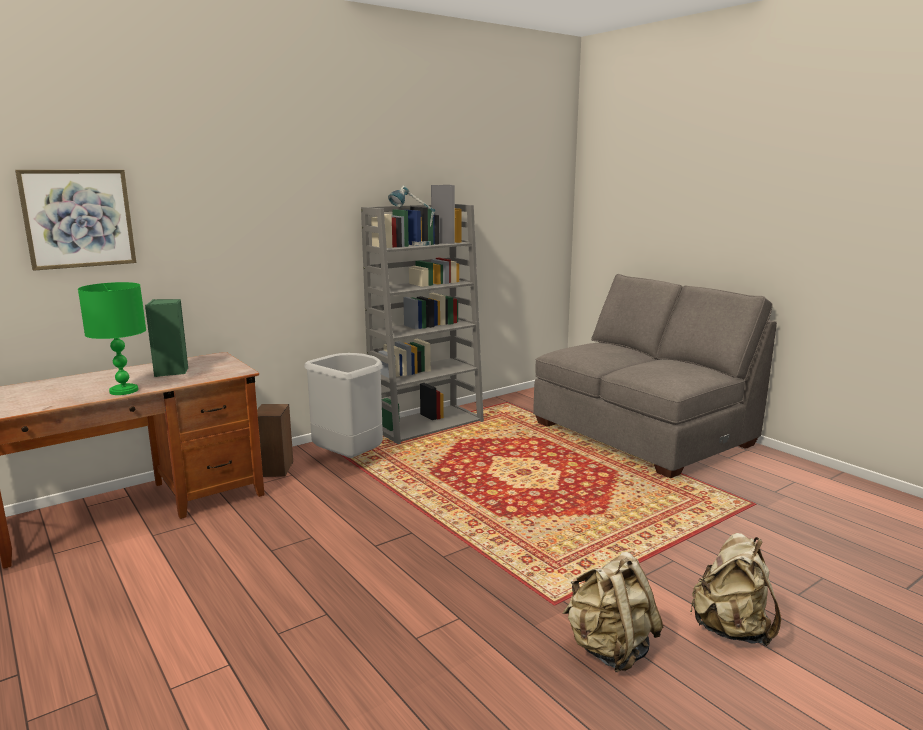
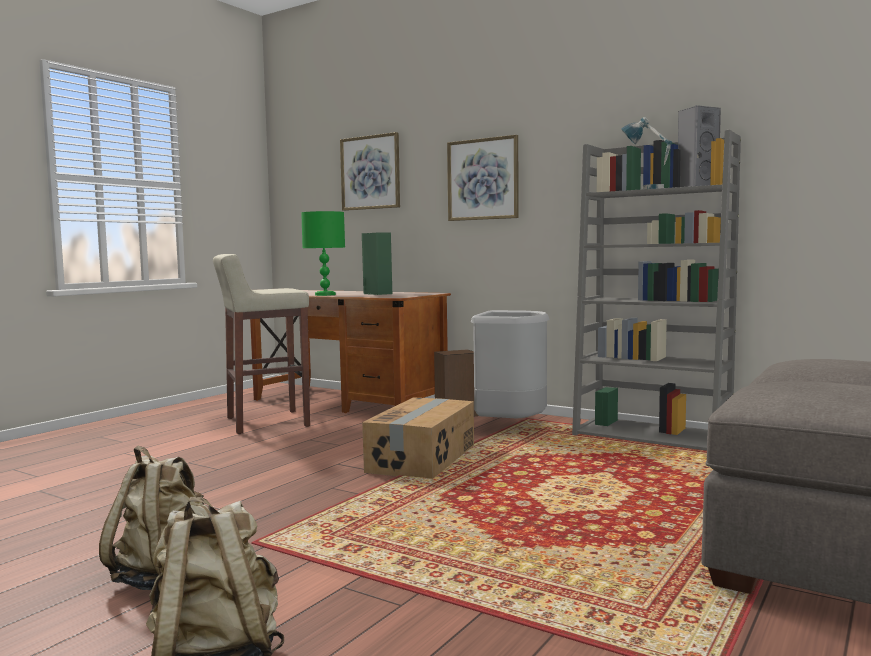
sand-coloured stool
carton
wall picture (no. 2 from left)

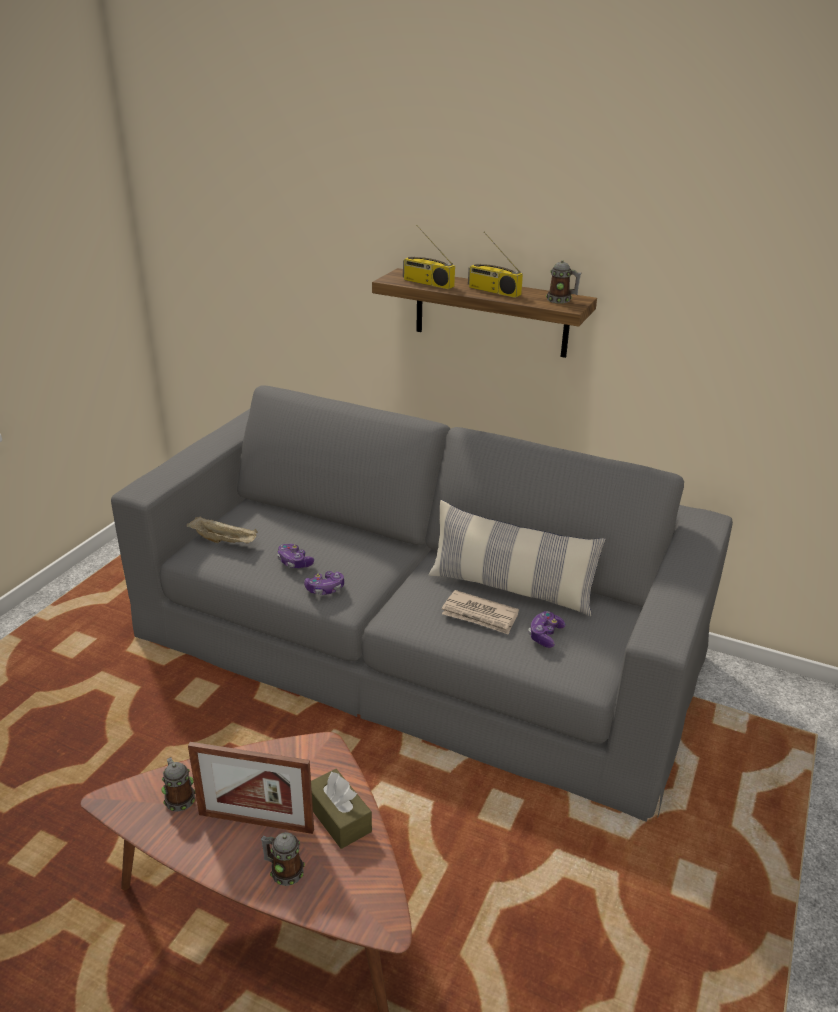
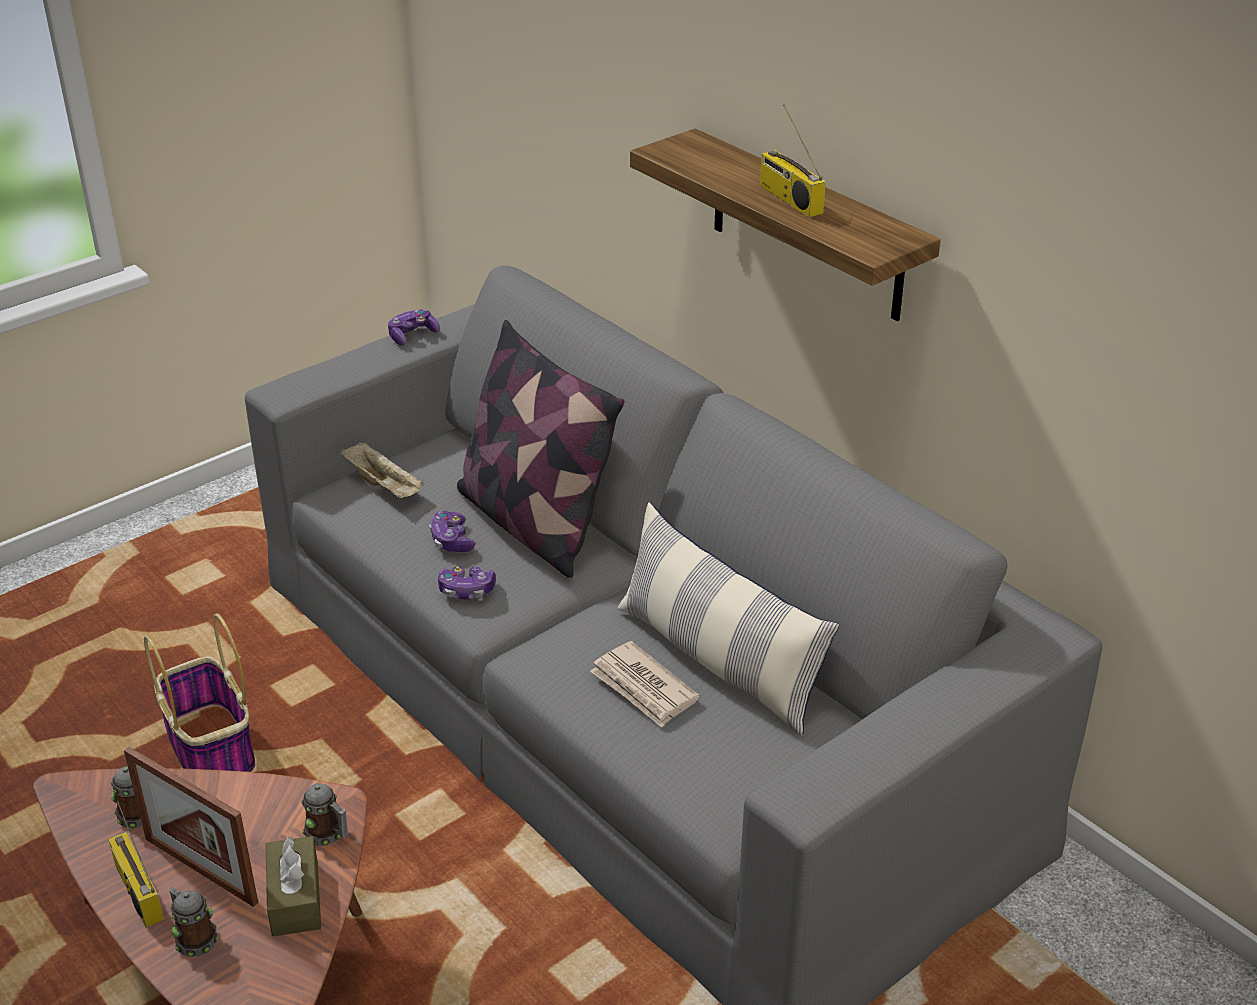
storage basket
throw pillow (no. 1 from left)
radio (no. 1 from left)
gamepad (no. 1 from left)
mug (no. 3 from left)

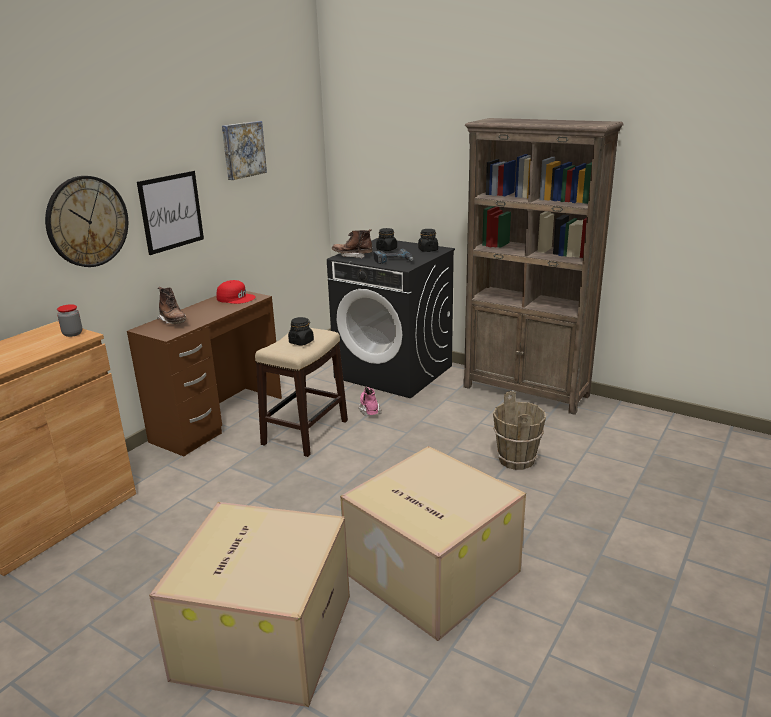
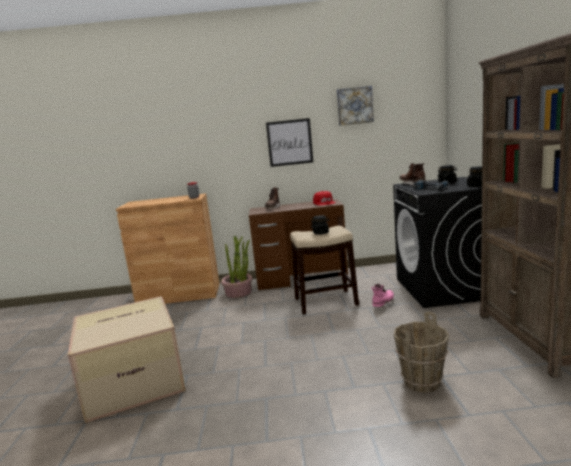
hanging clock
carton (no. 2 from left in the first image)
potted plant

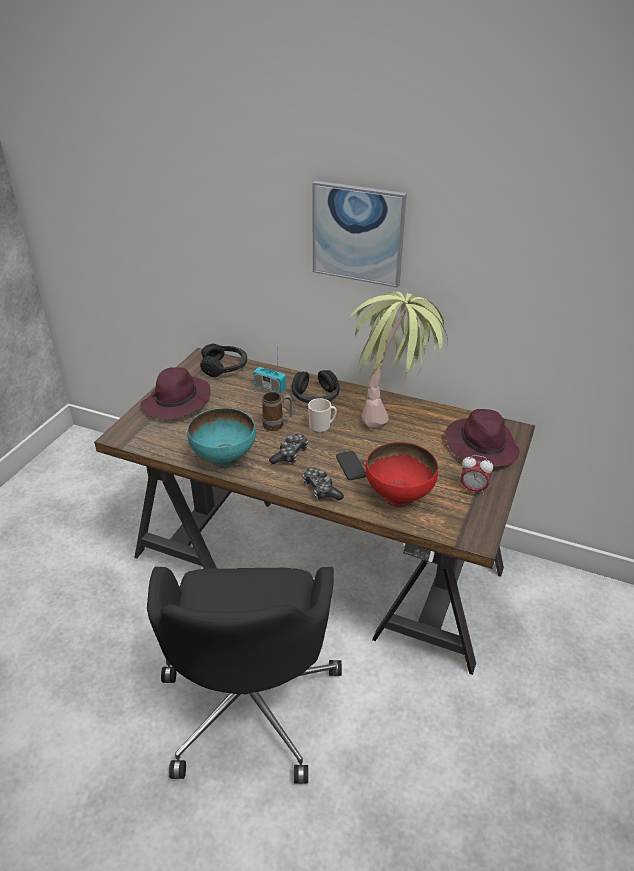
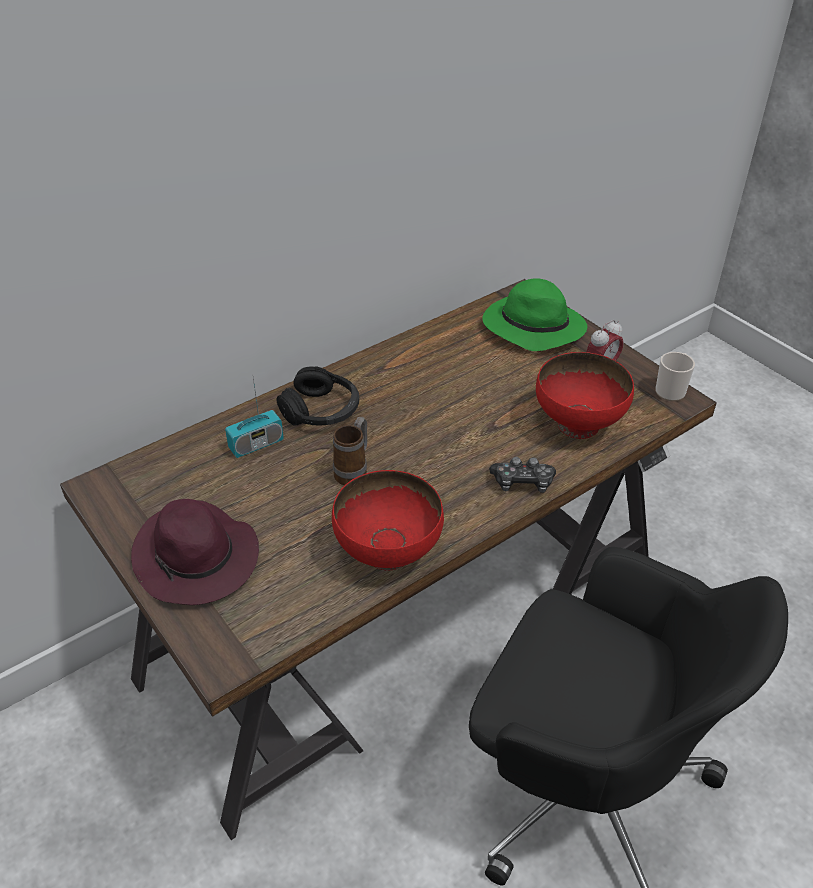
black-coloured headset (no. 1 from left in the first image)
gamepad (no. 1 from left in the first image)
wall picture
handset
potted plant
mug (no. 2 from left)
reddish deep dish (no. 1 from left)
green-coloured clothing hat

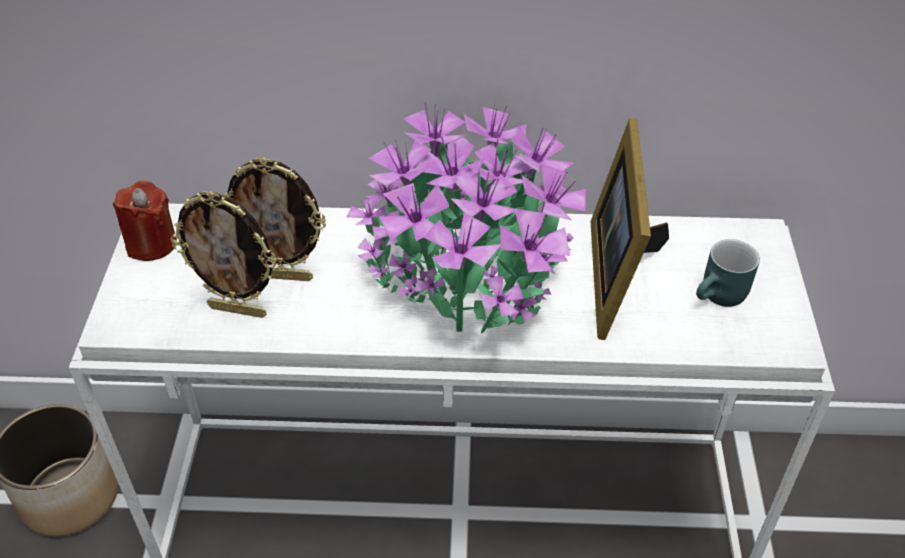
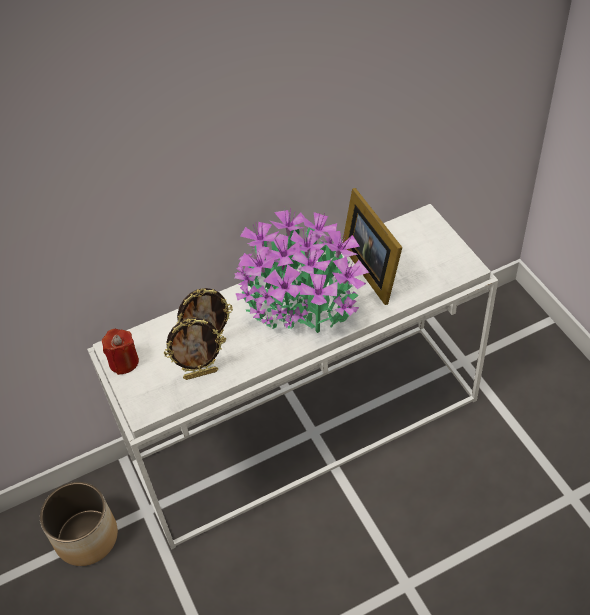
turquoise-coloured mug

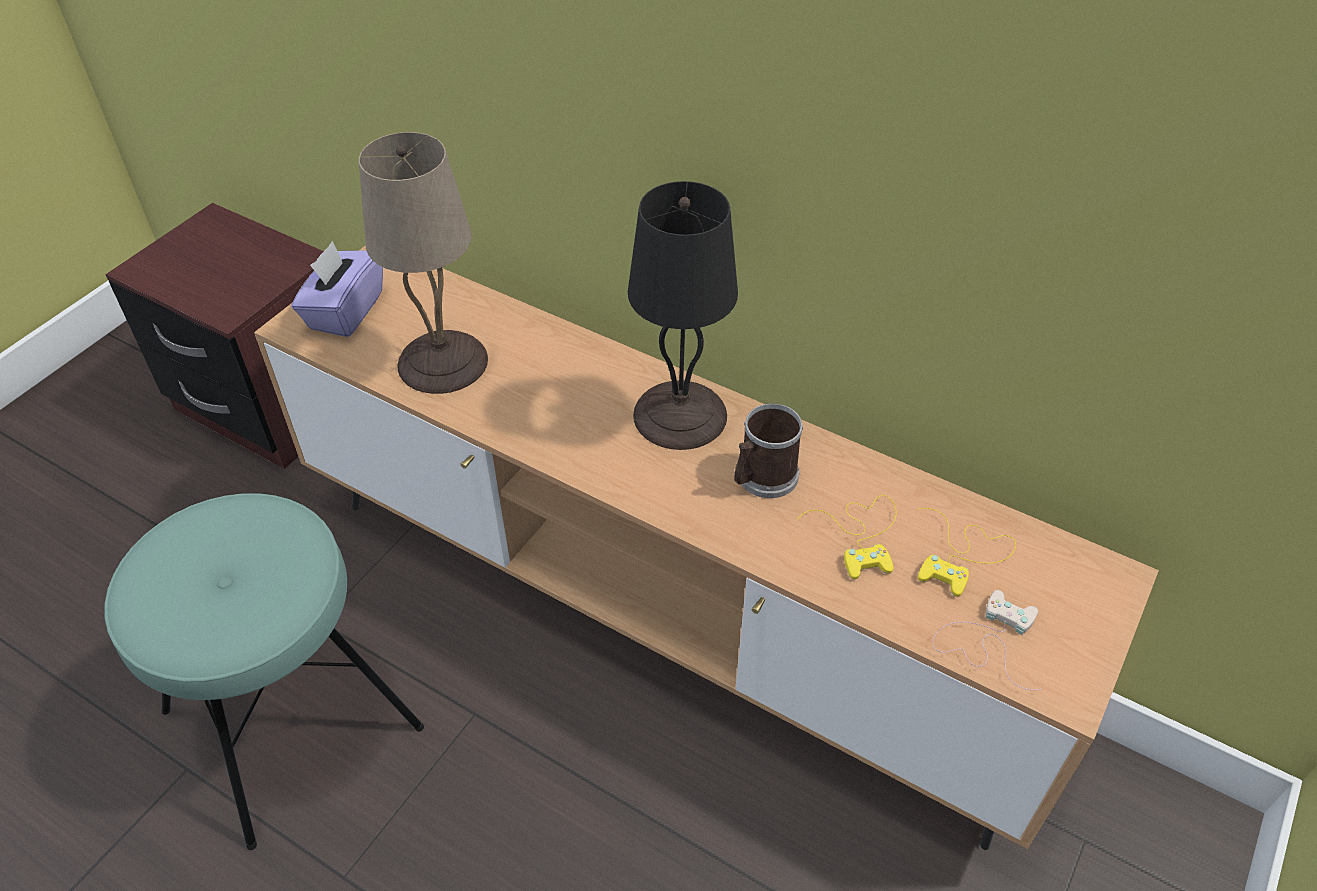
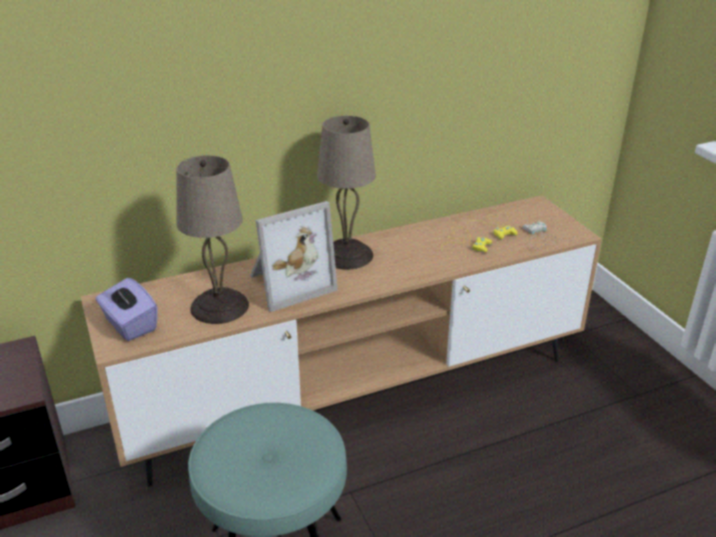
mug
picture frame
sand-coloured table lamp (no. 2 from left)

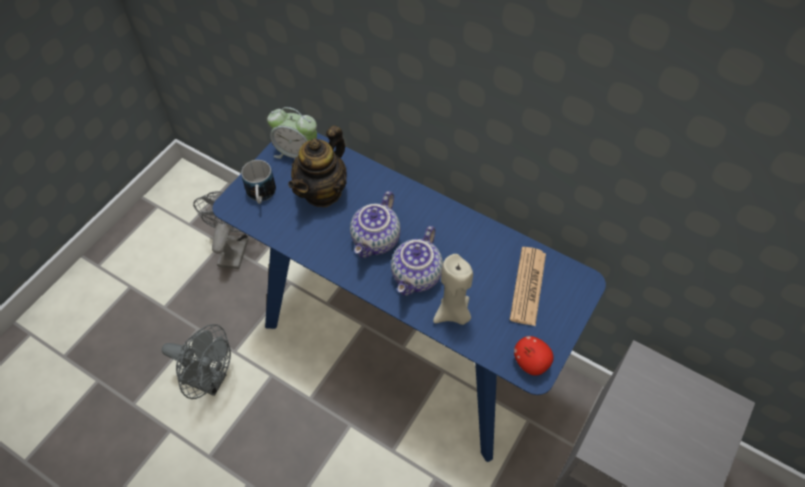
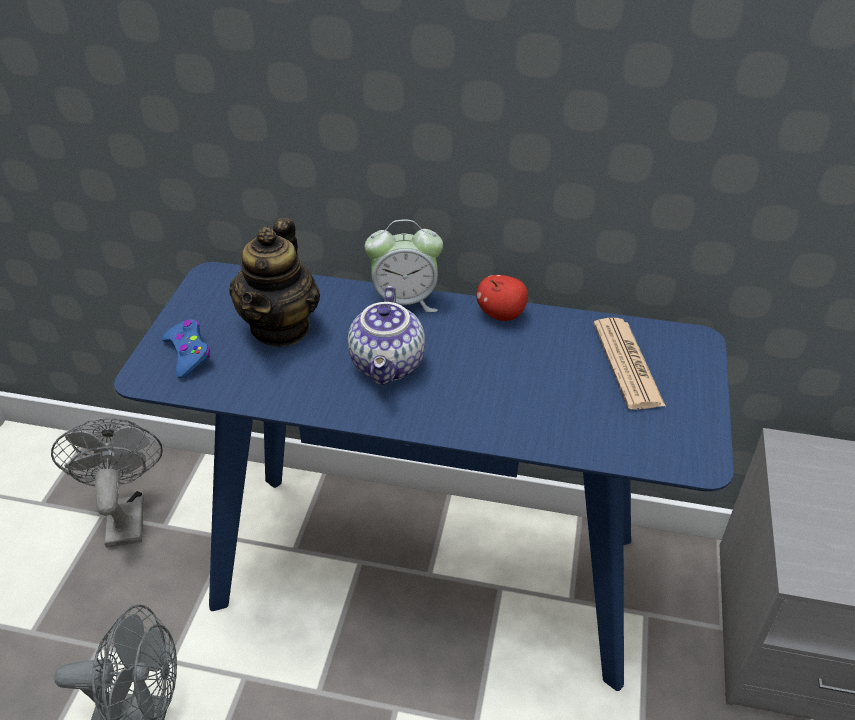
teapot (no. 3 from left in the first image)
sand-coloured wax candle
bedside clock
apple fruit
blue-coloured gamepad

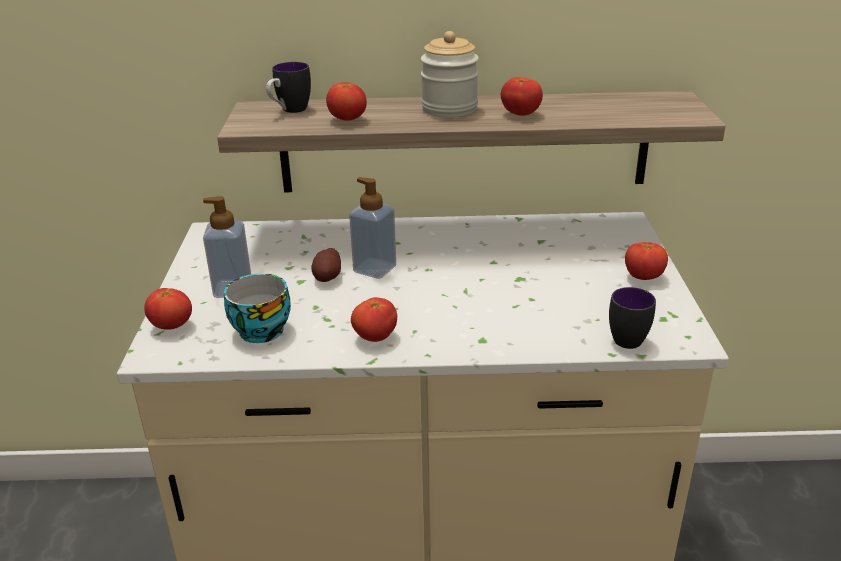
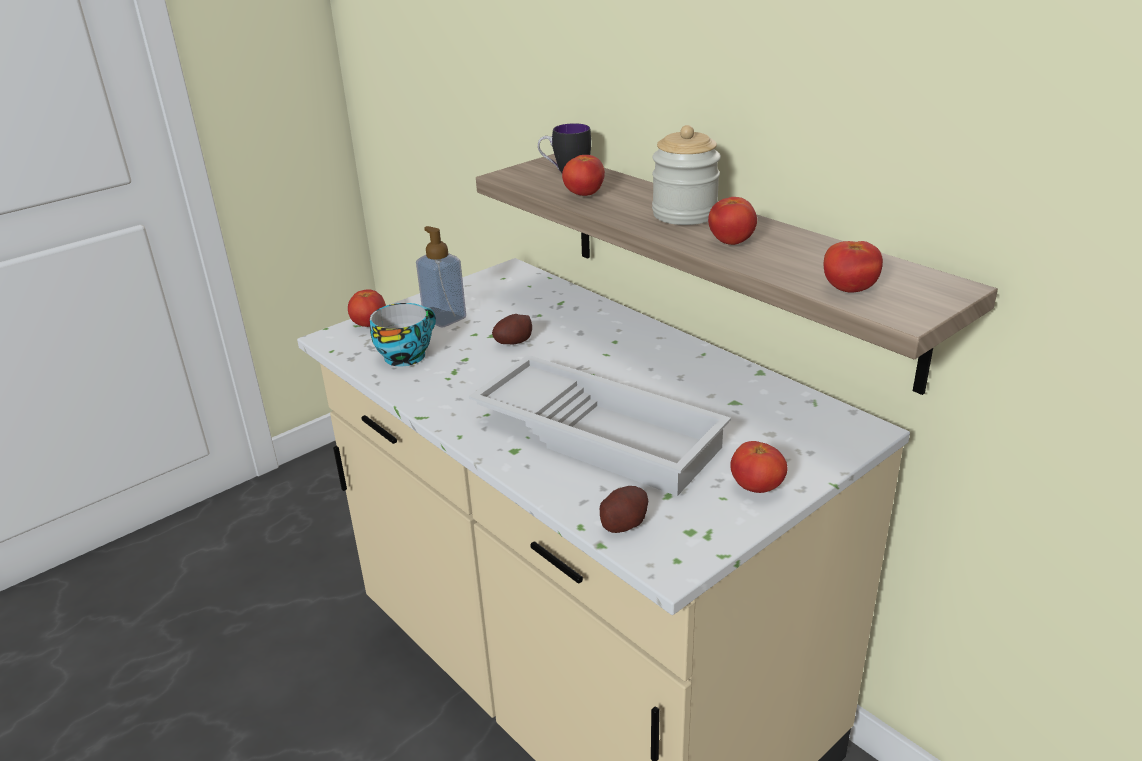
liquid soap bottle (no. 2 from left in the first image)
white carrying tray
tomato (no. 5 from left)
spud (no. 2 from left)

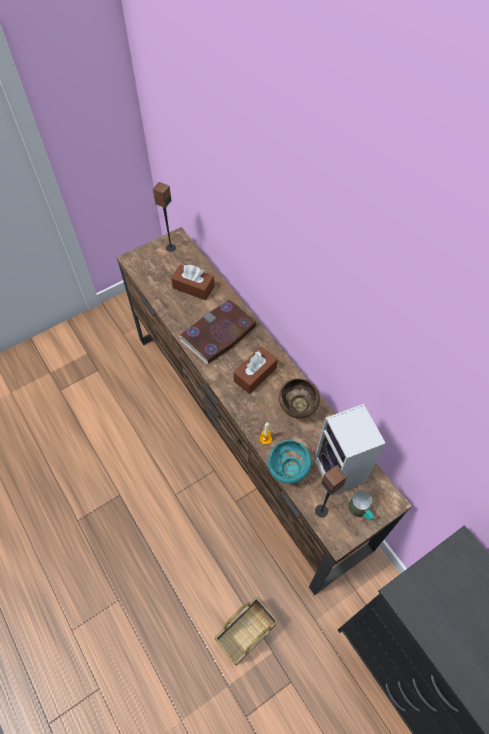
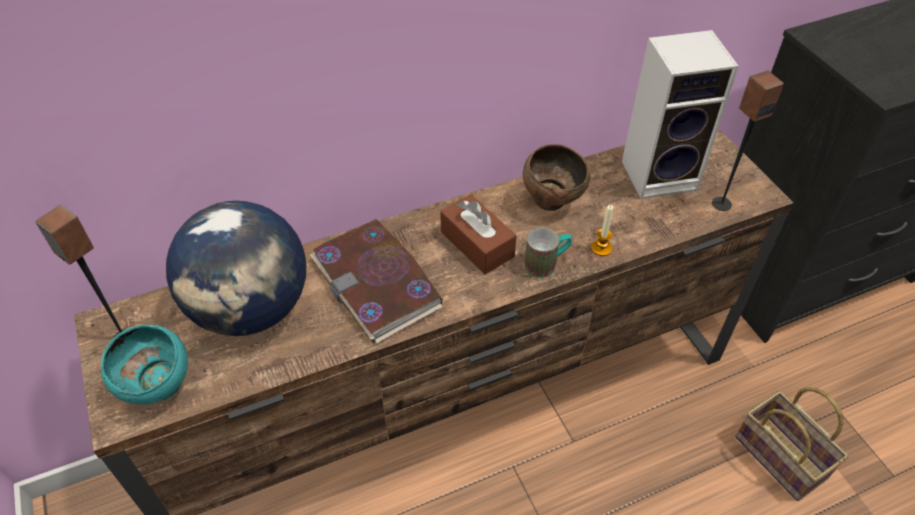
turquoise-coloured deep dish
mug
globe

